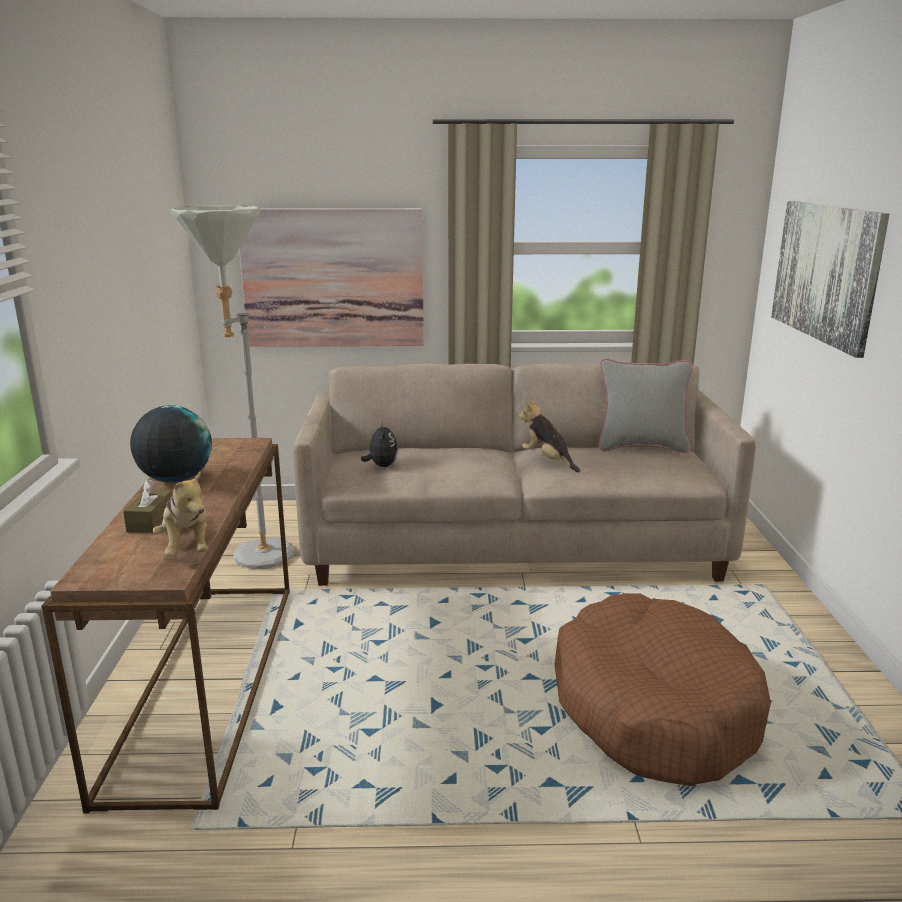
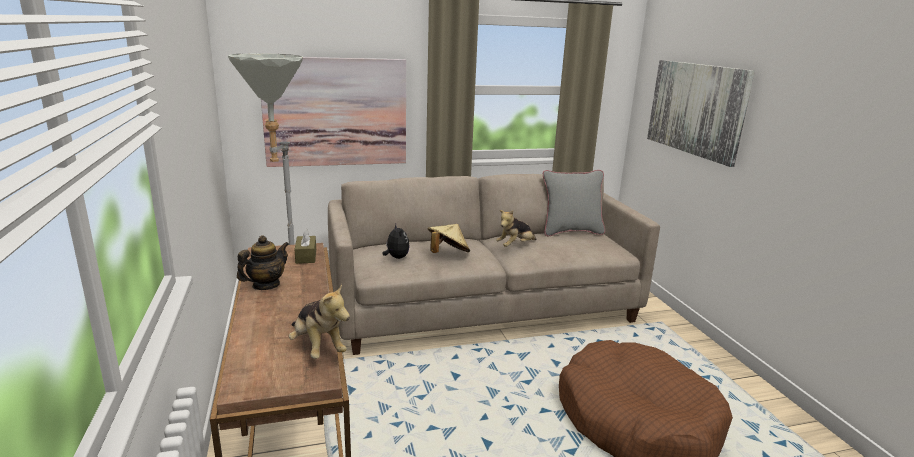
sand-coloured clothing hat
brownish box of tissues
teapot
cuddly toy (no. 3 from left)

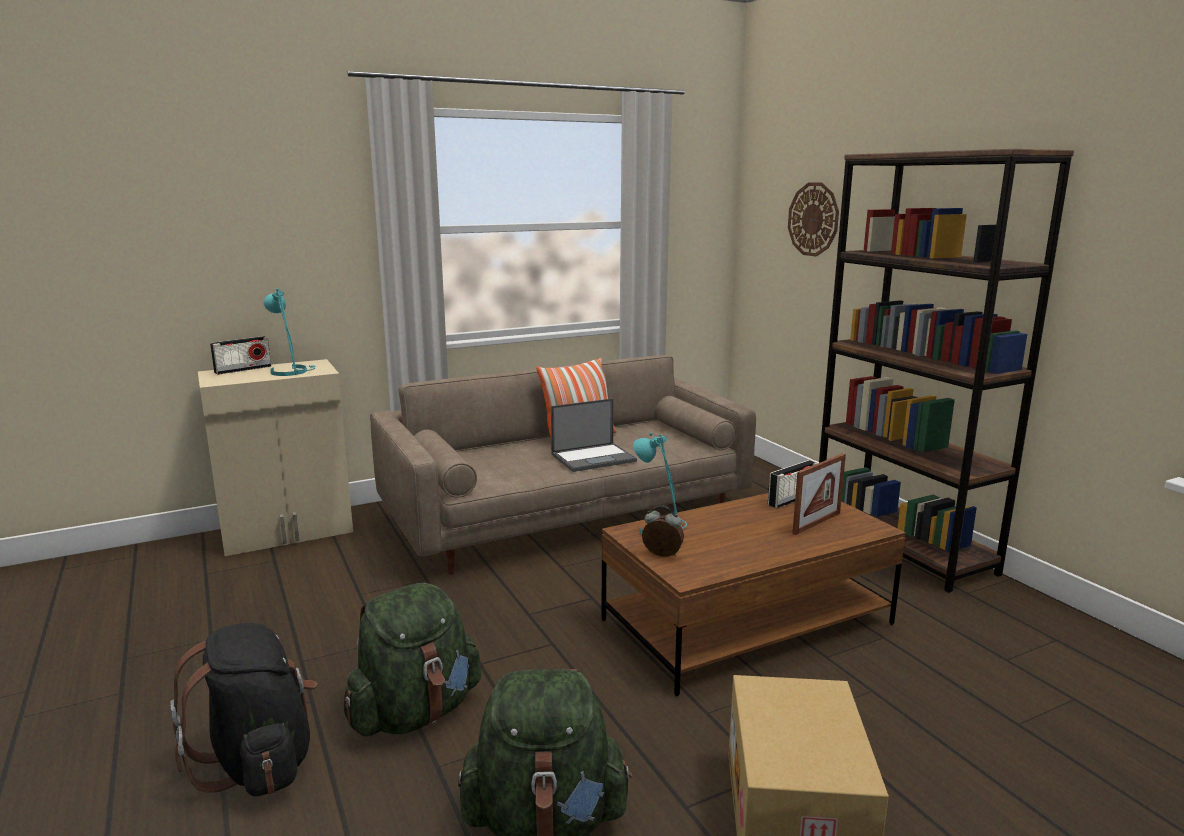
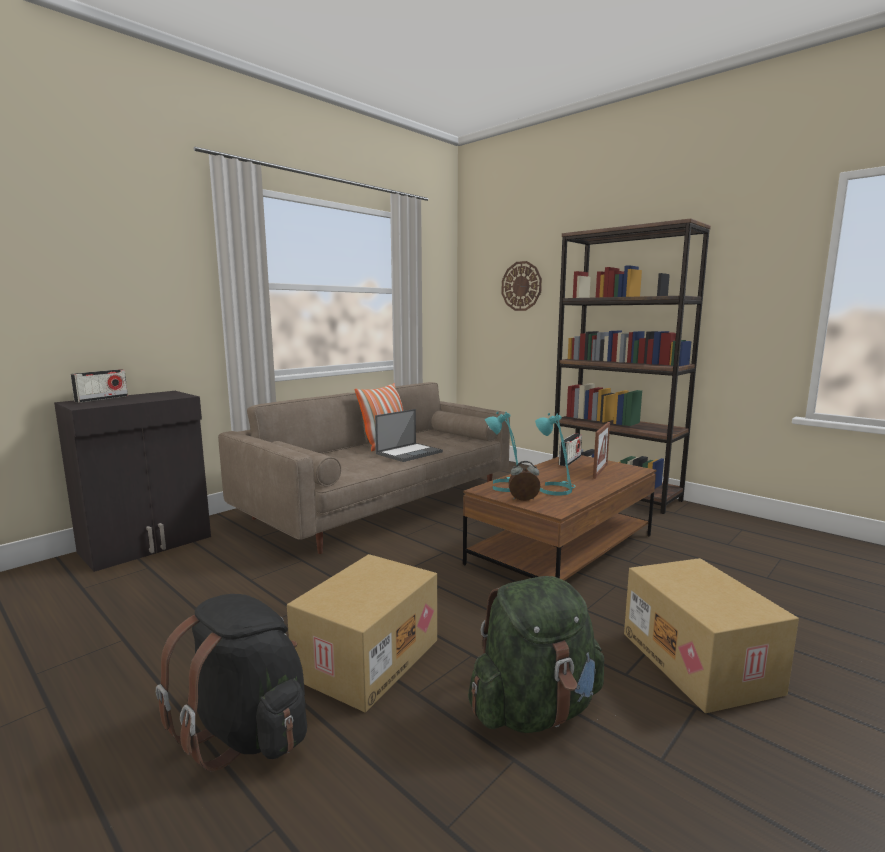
turquoise-coloured table lamp (no. 2 from left)
carton (no. 1 from left)
black-coloured cupboard

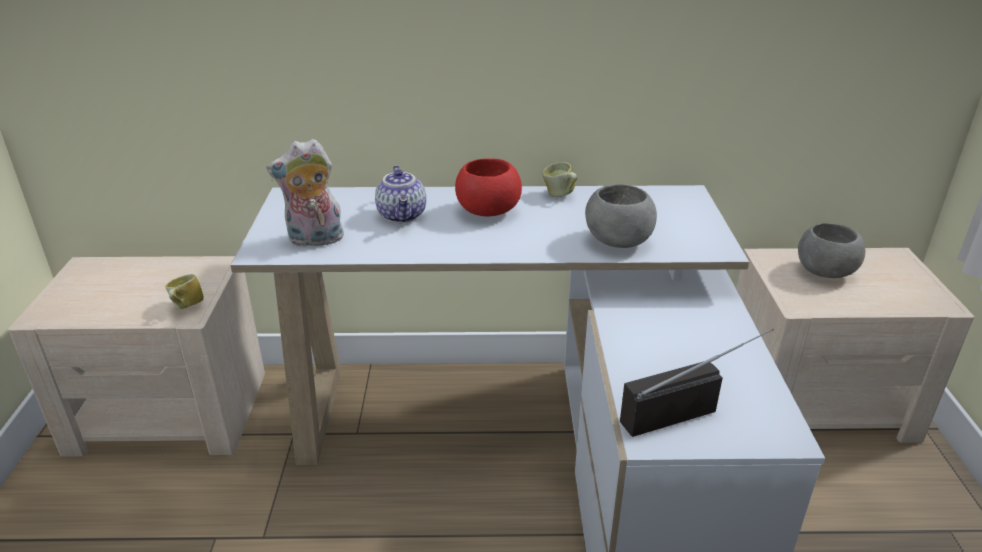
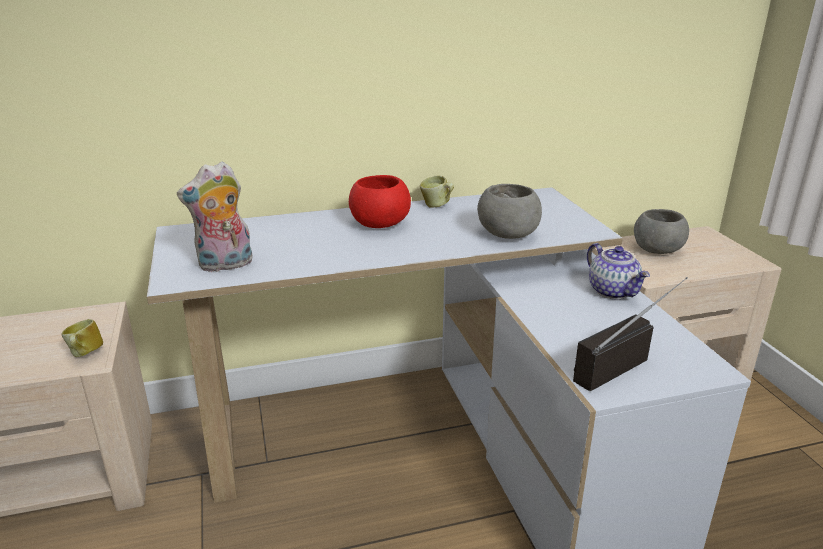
teapot

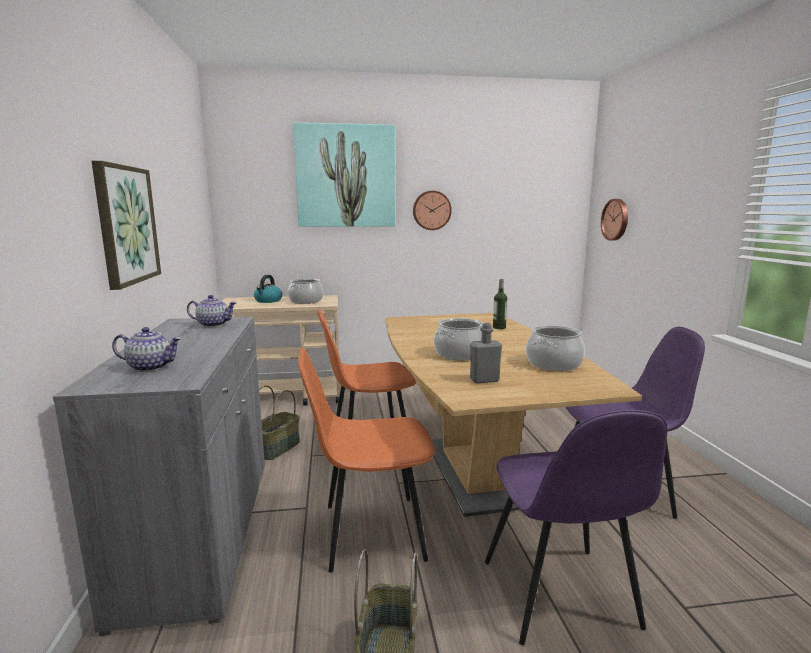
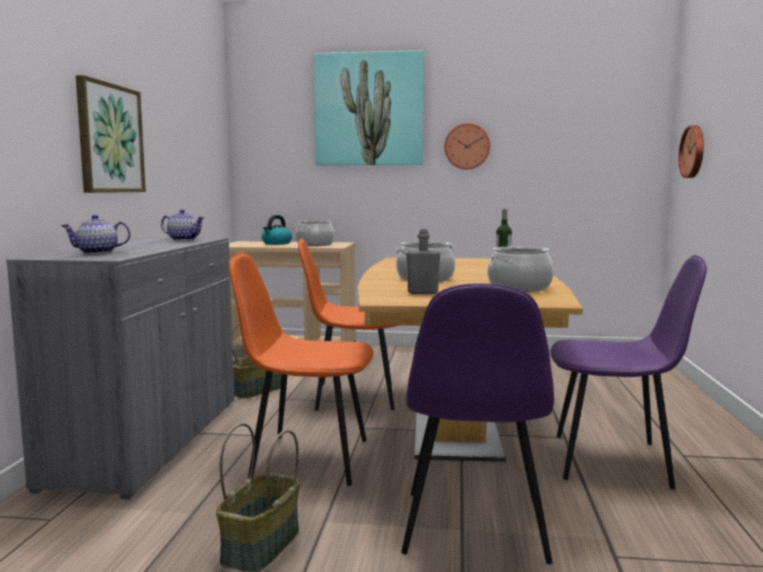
teapot (no. 1 from left)

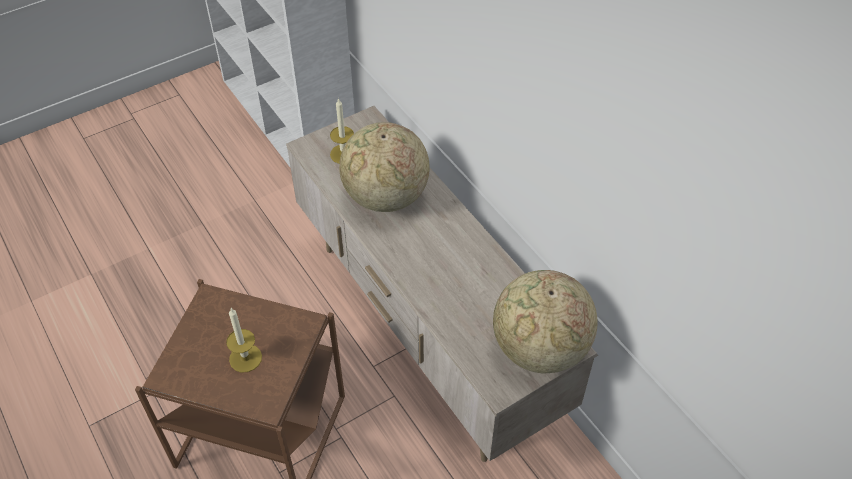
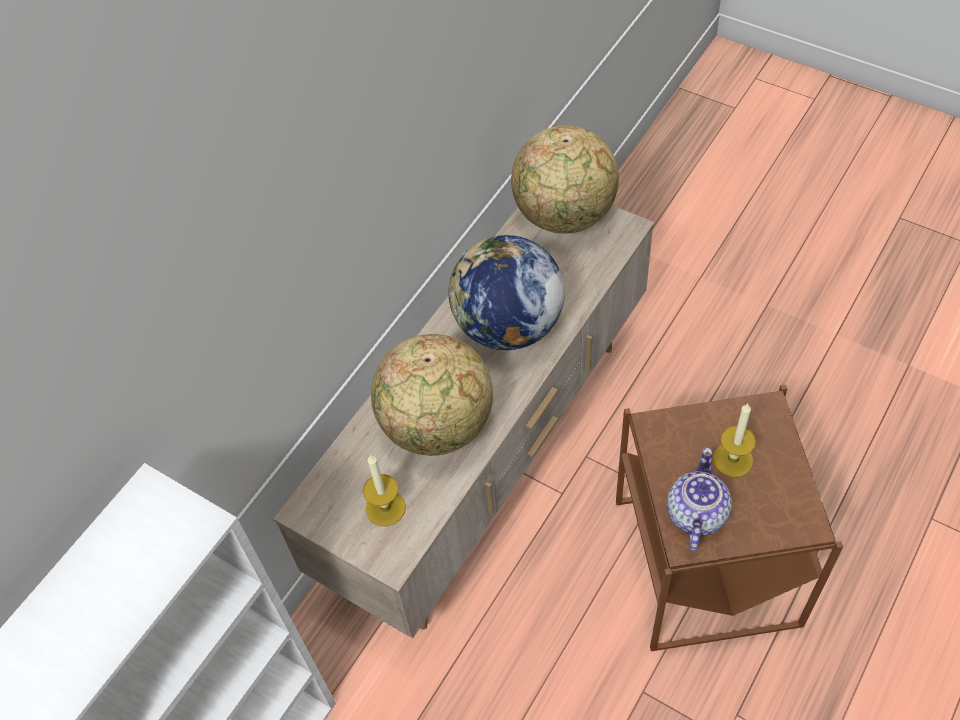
globe (no. 2 from left)
teapot

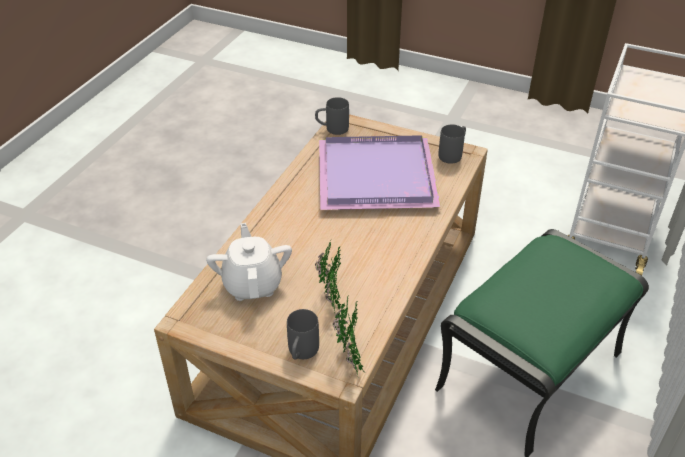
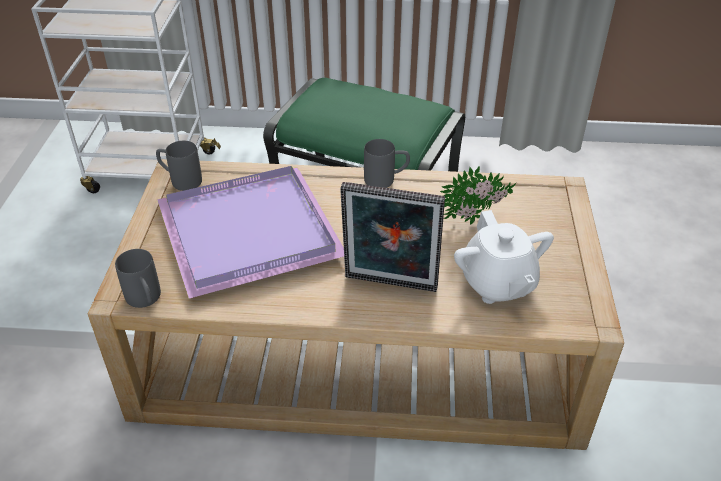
potted plant (no. 2 from left in the first image)
picture frame
greyish mug (no. 3 from left)
white teapot

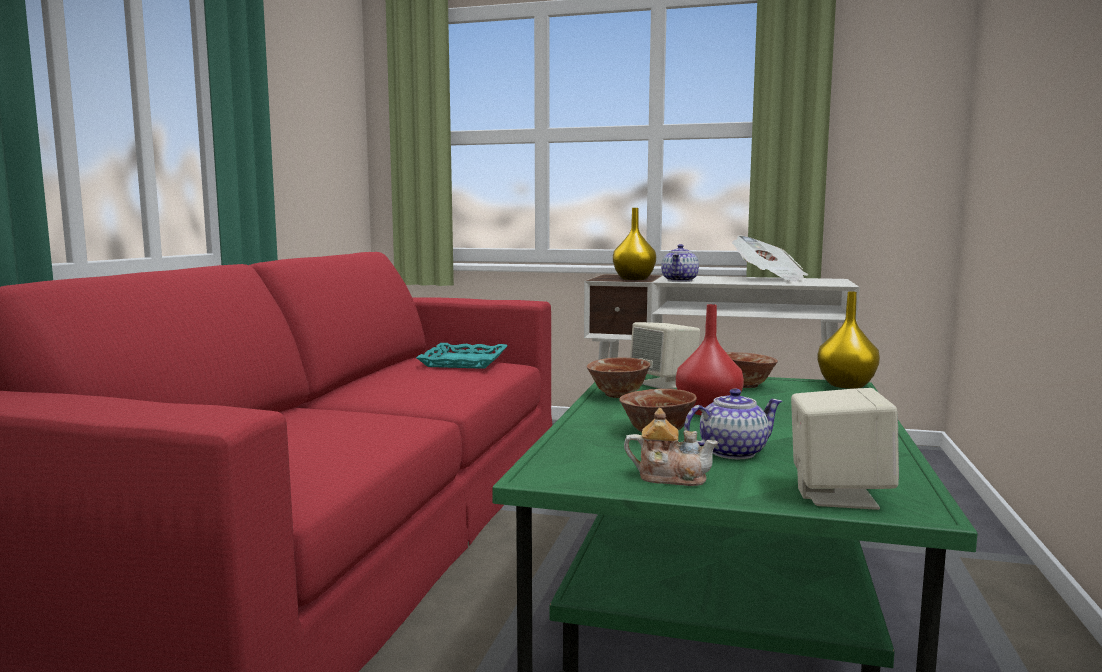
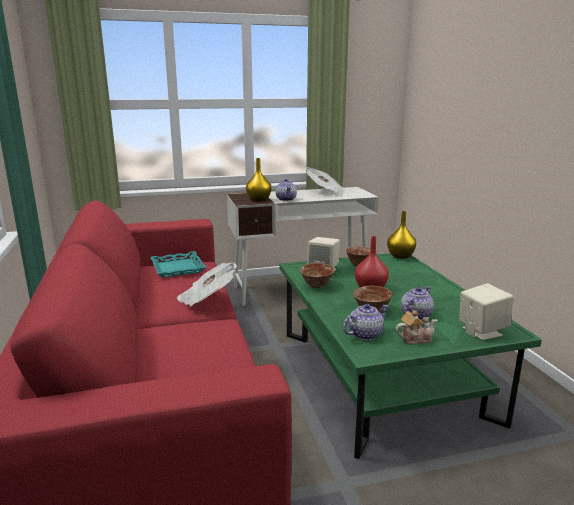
newspaper (no. 1 from left)
teapot (no. 2 from left)

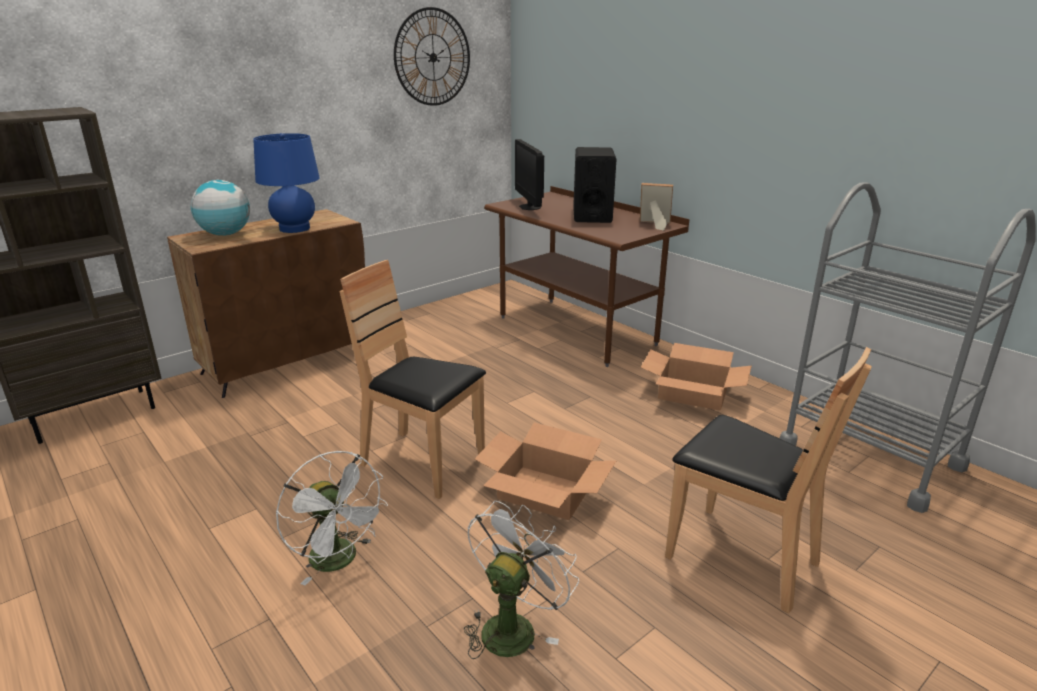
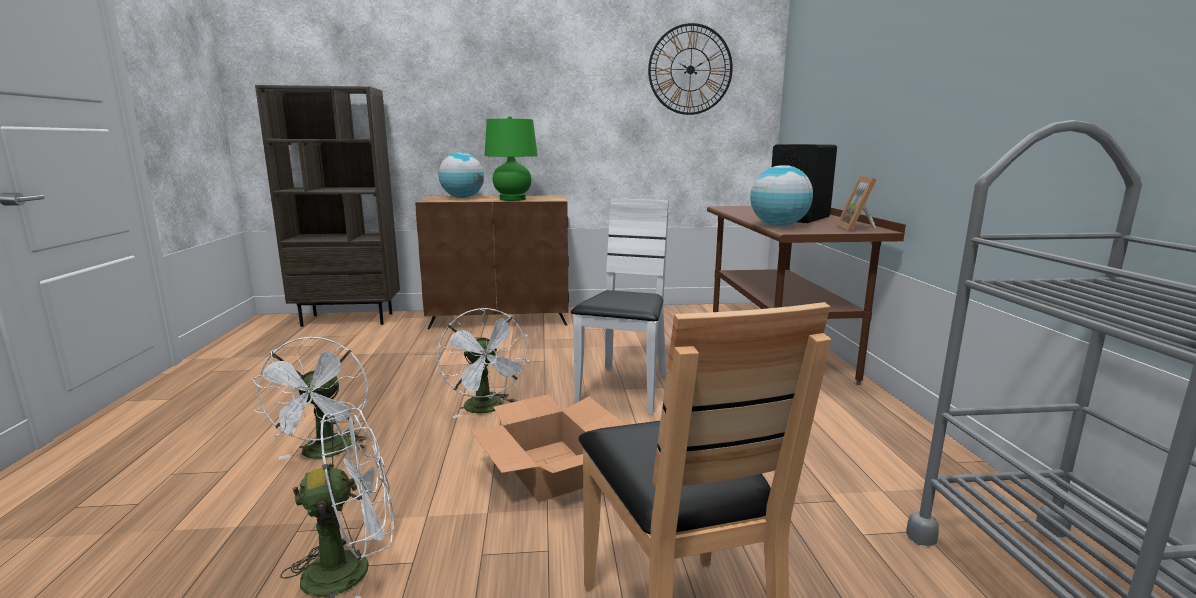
monitor
carton (no. 2 from left in the first image)
white chair
globe (no. 2 from left)
white cooling fan (no. 3 from left)
green-coloured table lamp
picture frame

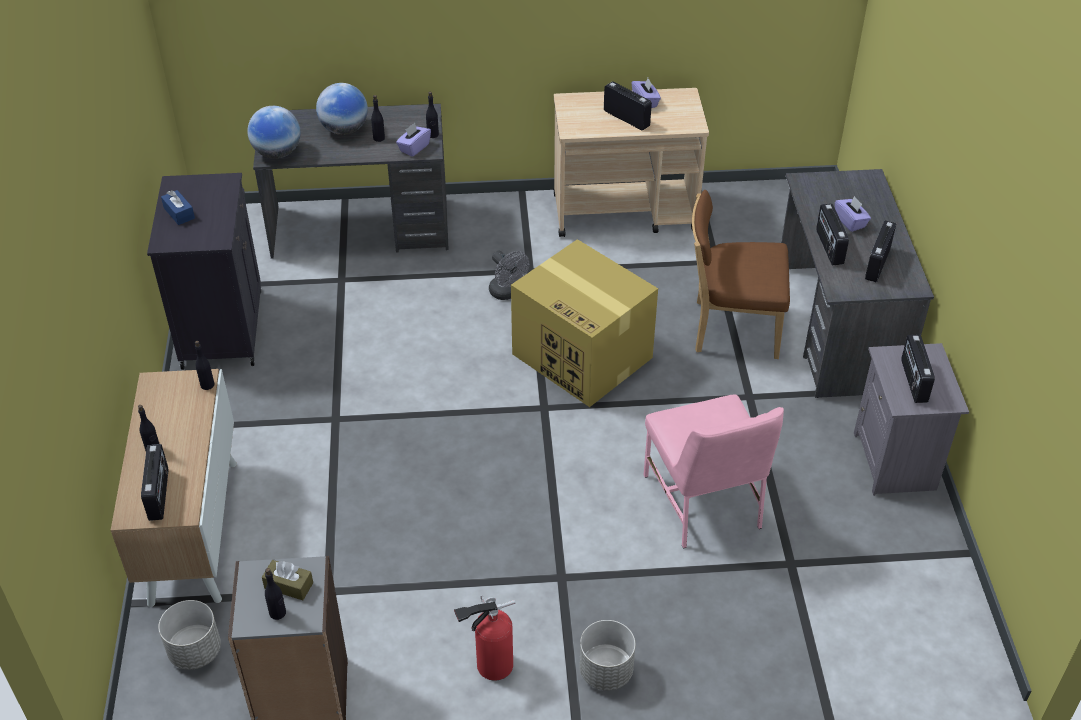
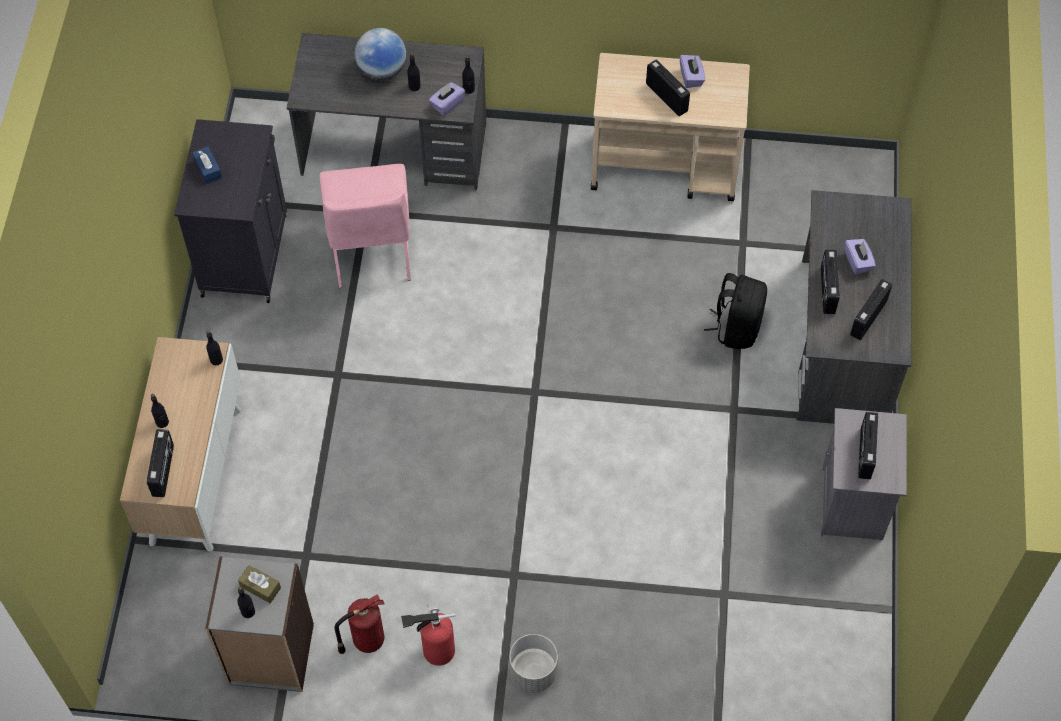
greyish flower pot (no. 1 from left in the first image)
globe (no. 1 from left in the first image)
greyish cooling fan
carton
extinguisher (no. 1 from left)
pink chair
black-coloured backpack

